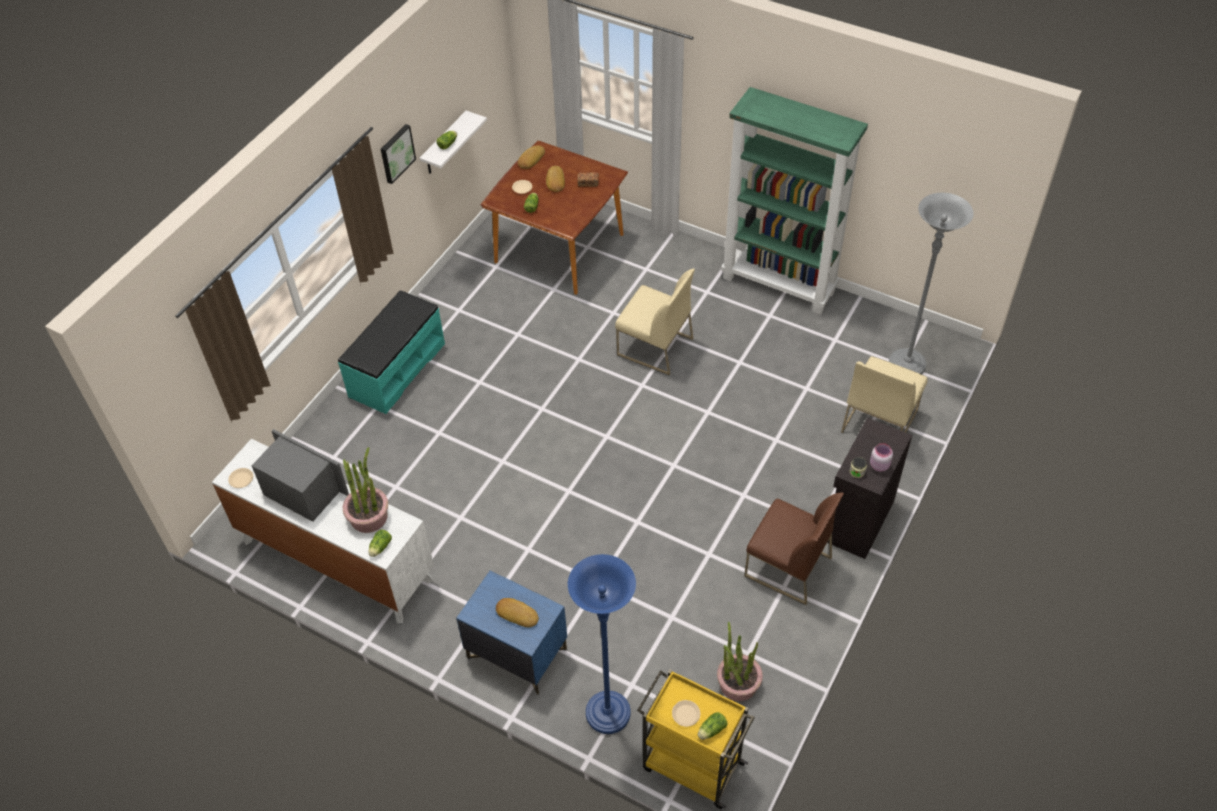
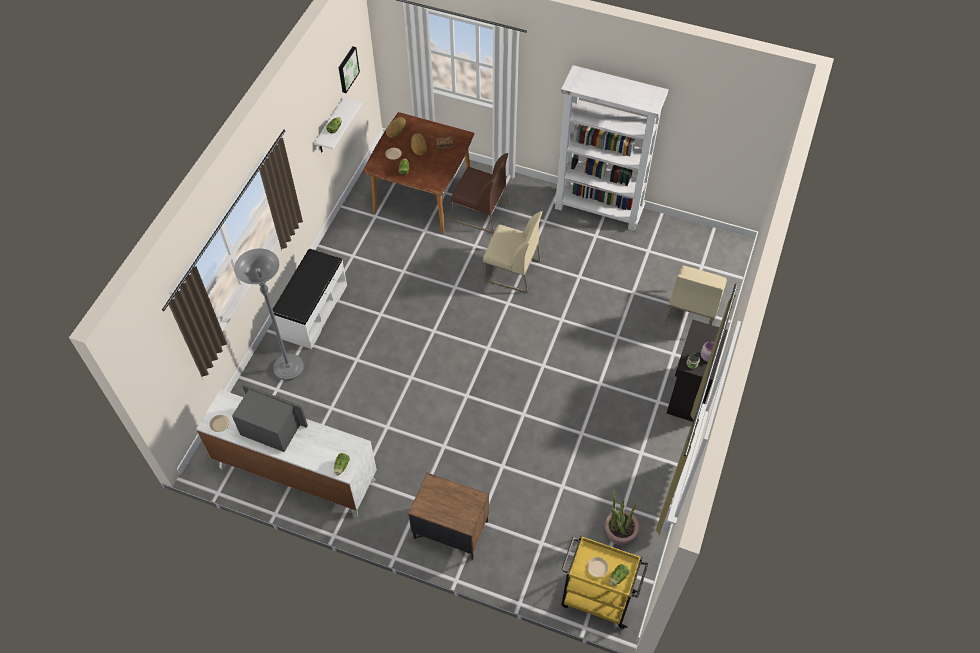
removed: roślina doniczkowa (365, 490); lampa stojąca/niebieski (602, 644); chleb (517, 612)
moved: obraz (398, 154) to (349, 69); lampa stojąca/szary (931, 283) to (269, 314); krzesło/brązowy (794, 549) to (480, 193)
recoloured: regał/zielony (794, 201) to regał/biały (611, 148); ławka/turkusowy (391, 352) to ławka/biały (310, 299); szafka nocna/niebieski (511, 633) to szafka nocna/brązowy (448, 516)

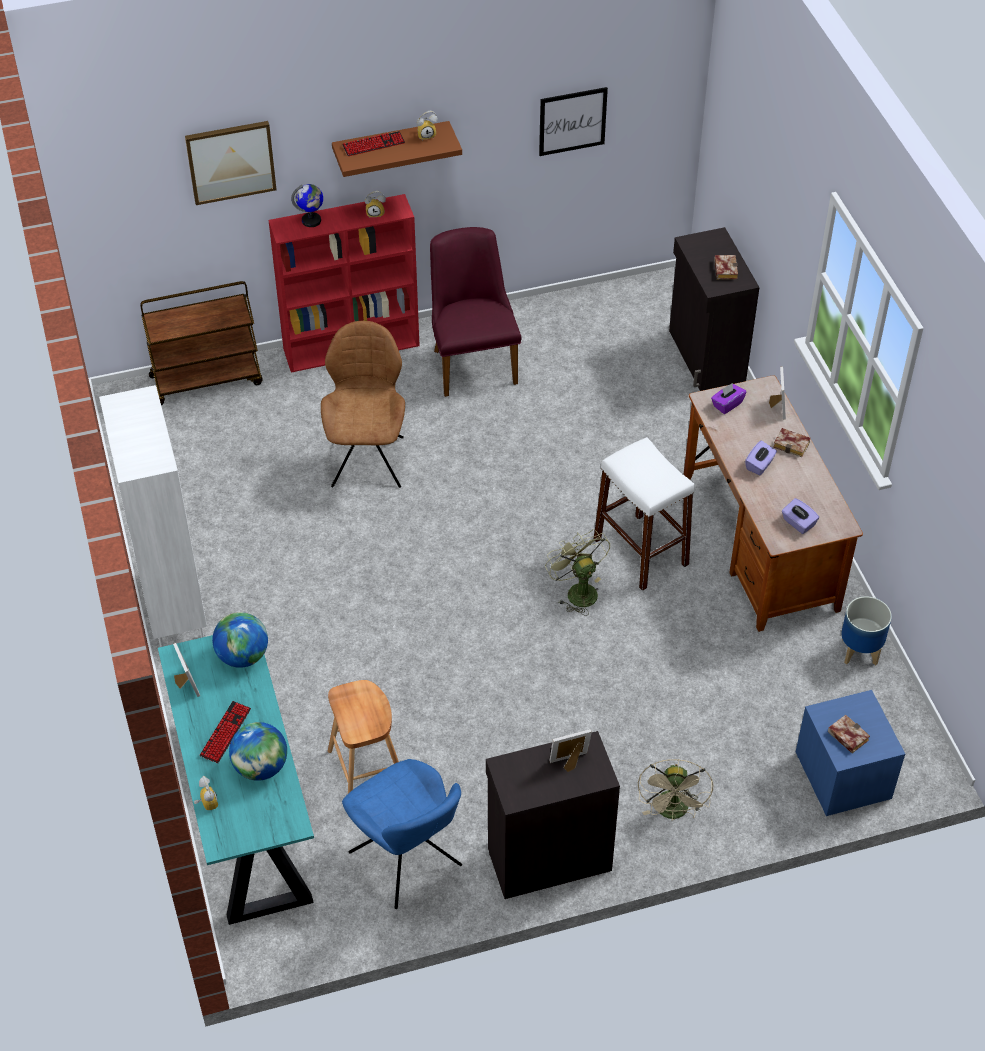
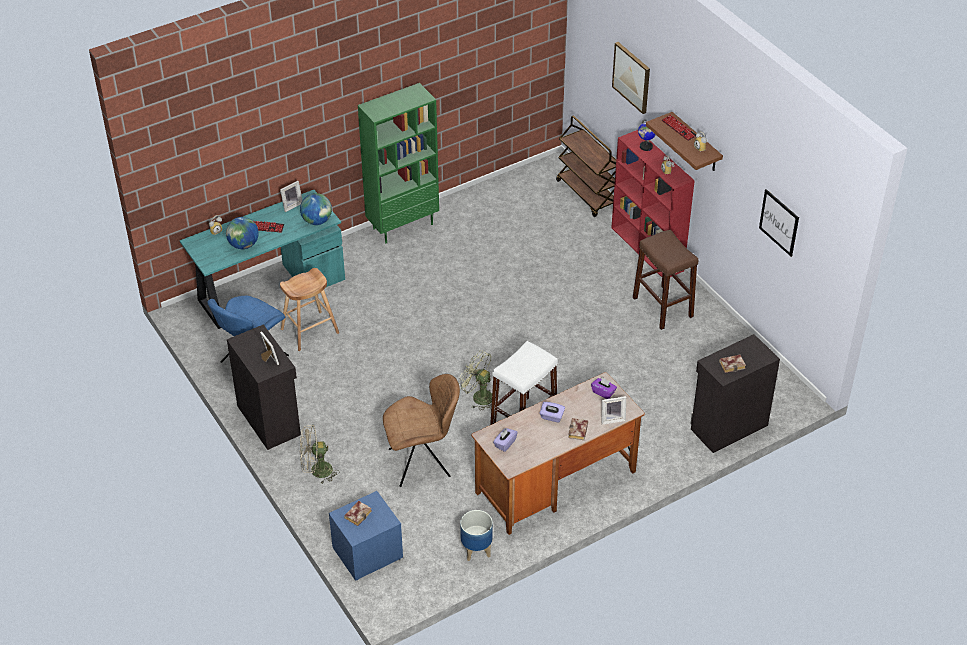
moved: krzesło/brązowy (363, 404) to (421, 430)
replaced: krzesło/fioletowy (476, 312) to stołek/brązowy (665, 279)
recoloured: regał/biały (153, 516) to regał/zielony (398, 163)
turned: wentylator/zielony (577, 572) = (475, 380) 105 degrees counterclockwise

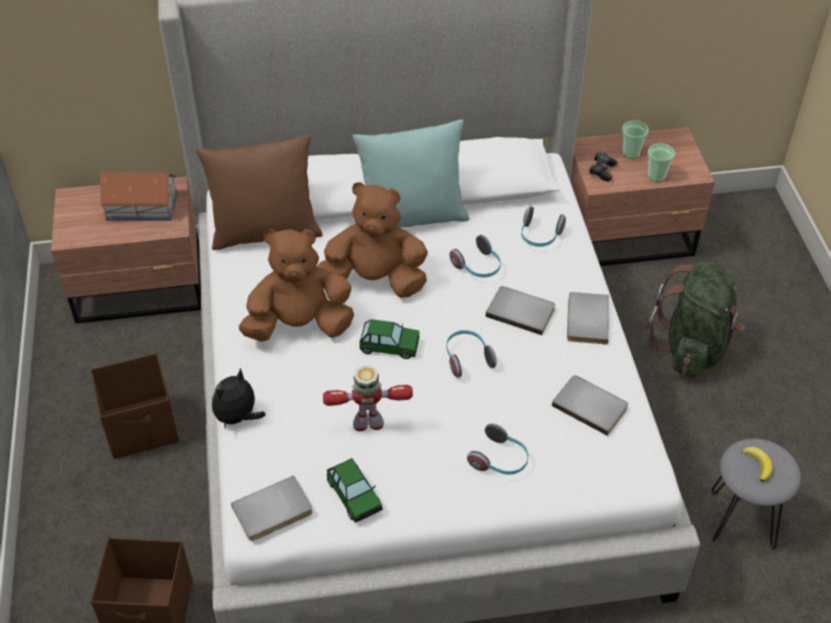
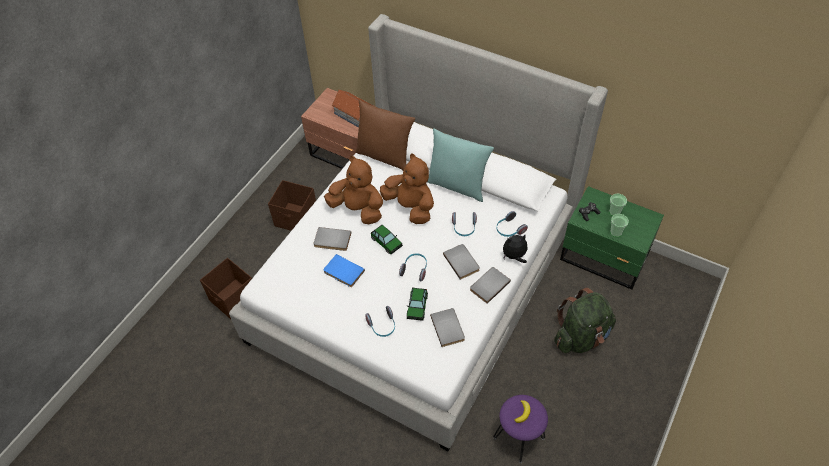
moved: pluszak (239, 398) to (515, 248); samochodzik (355, 490) to (417, 304); książka/szary (271, 508) to (332, 239)
replaced: robot zabawkowy (368, 398) to książka/niebieski (344, 270)
recoloured: szafka nocna/brązowy (642, 196) to szafka nocna/zielony (612, 238); stołek/szary (755, 495) to stołek/fioletowy (520, 429)

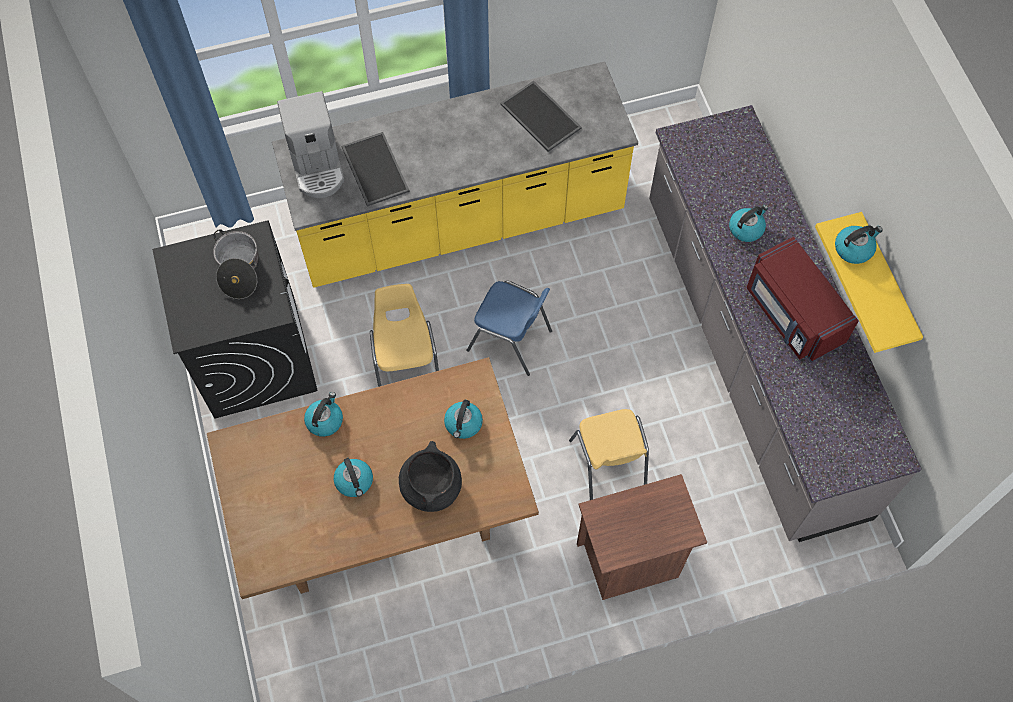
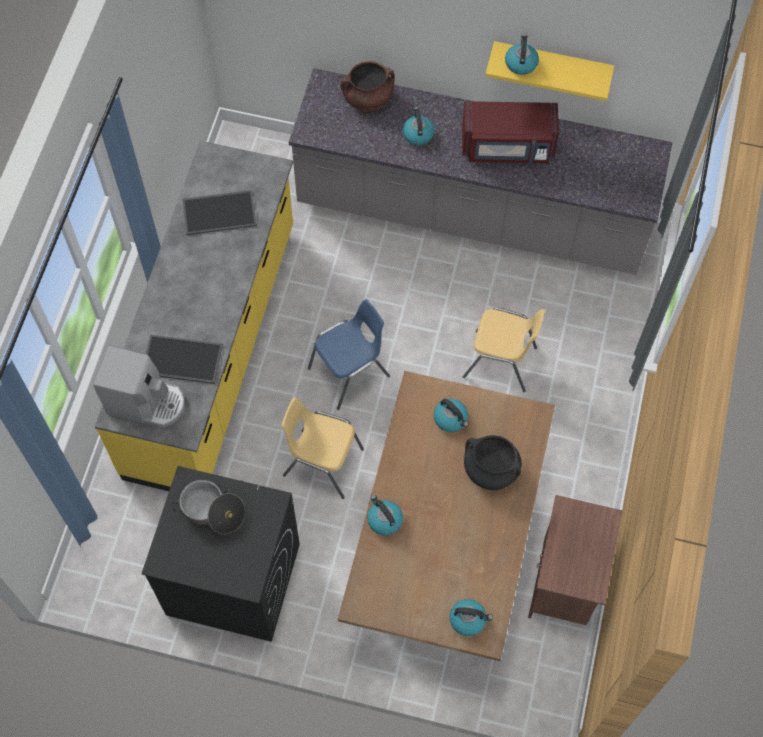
added: garnek/brązowy (367, 86)
moved: czajnik (353, 477) to (471, 617); szafka nocna/brązowy (642, 537) to (575, 560)

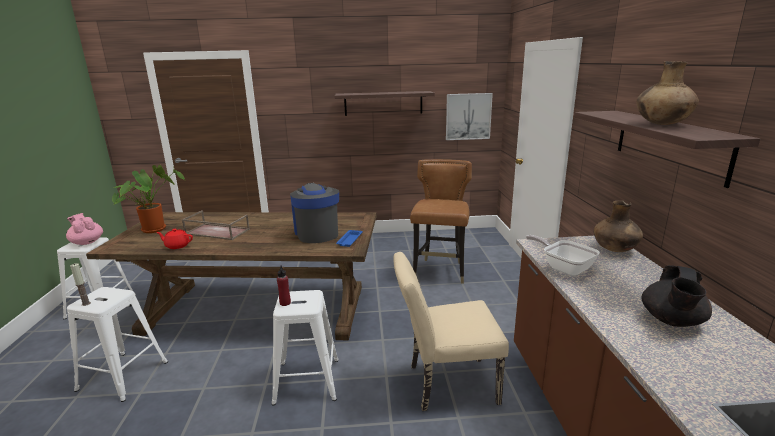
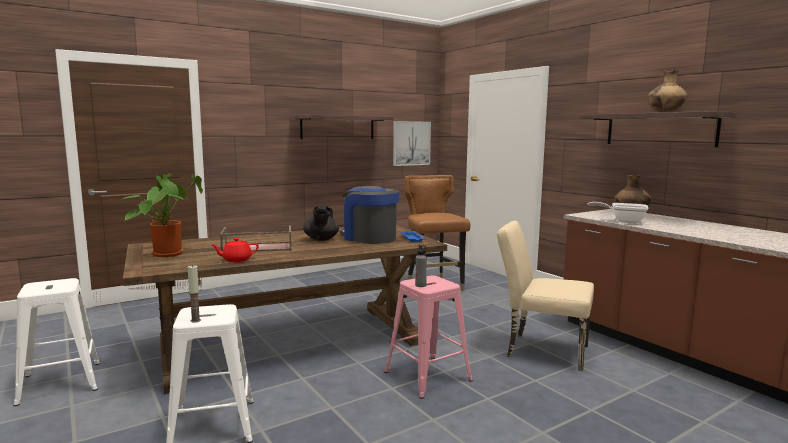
removed: imbryk/różowy (84, 229)
moved: imbryk/czarny (677, 296) to (321, 223)
recoloured: butelka/czerwony (284, 285) to butelka/szary (421, 265); stołek/biały (305, 348) to stołek/różowy (428, 337)
turned: krzesło/beżowy (451, 331) = (545, 296) 60 degrees clockwise

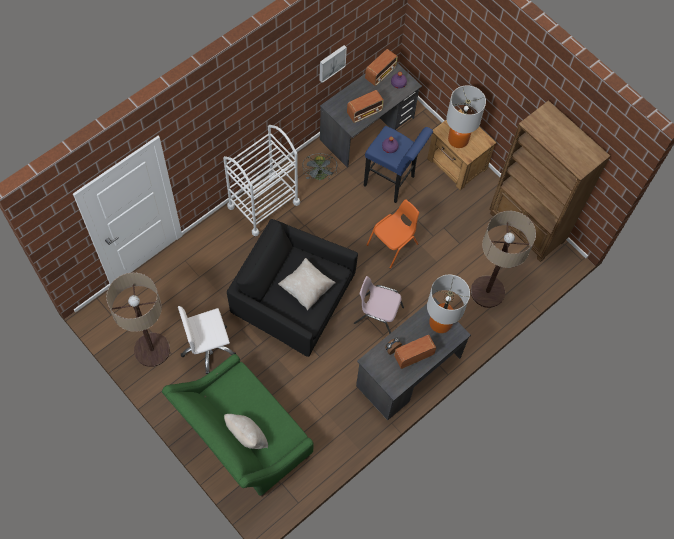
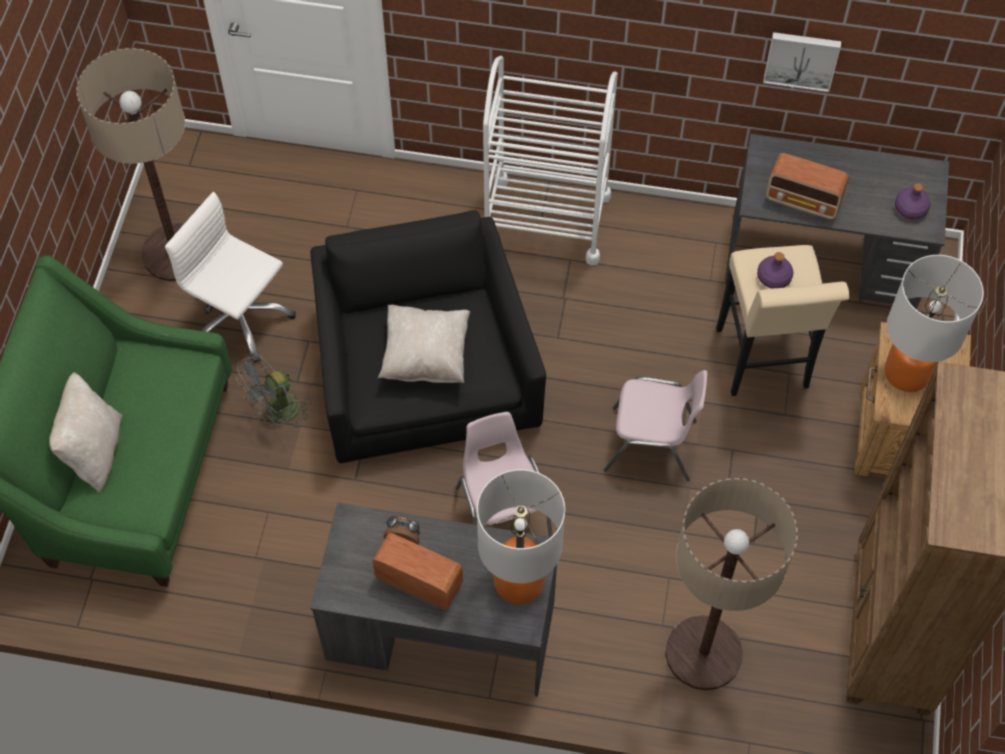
removed: radio (381, 67)
moved: wentylator/szary (319, 167) to (273, 391)
recoloured: stołek/niebieski (398, 164) to stołek/beżowy (782, 320); krzesło/pomarańczowy (393, 234) to krzesło/różowy (655, 426)

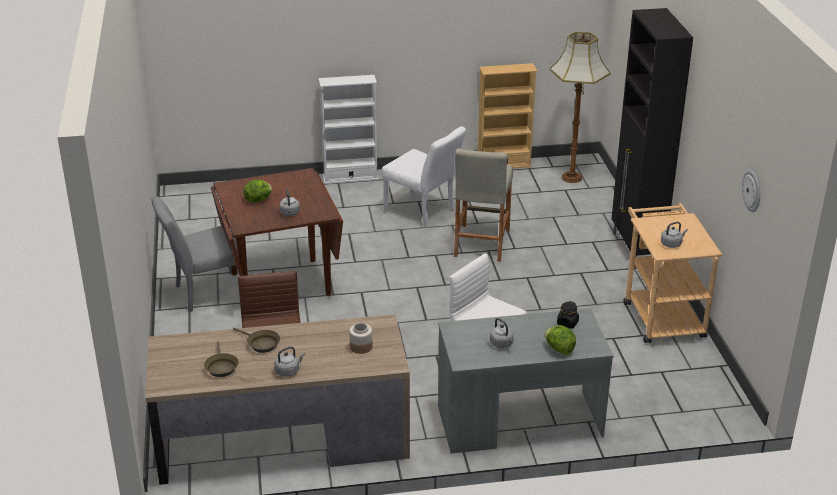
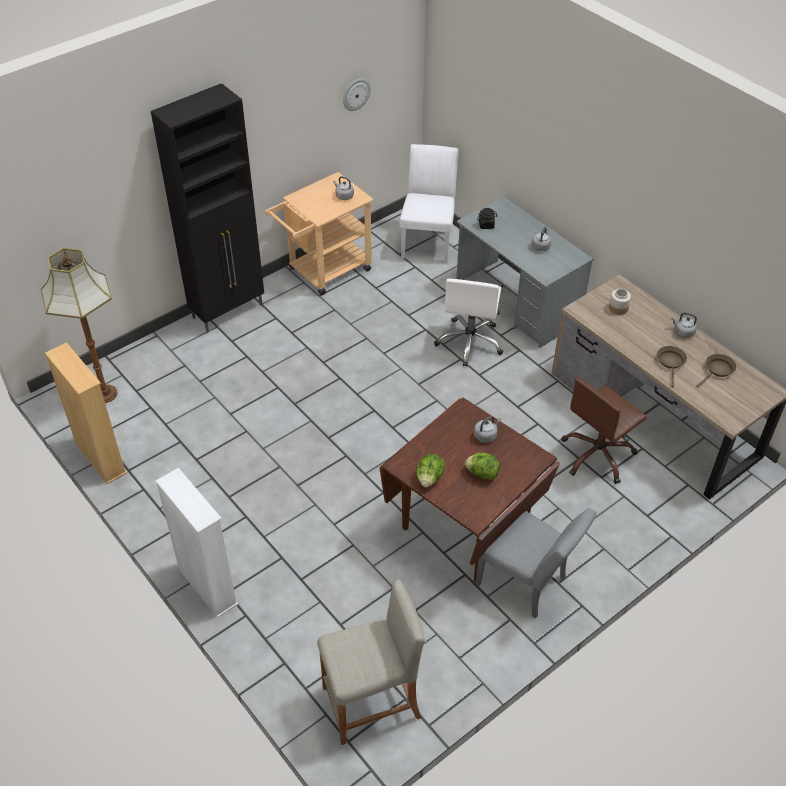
moved: krzesło/biały (424, 177) to (428, 203); stołek/beżowy (483, 205) to (371, 662); sałata (560, 340) to (430, 470)

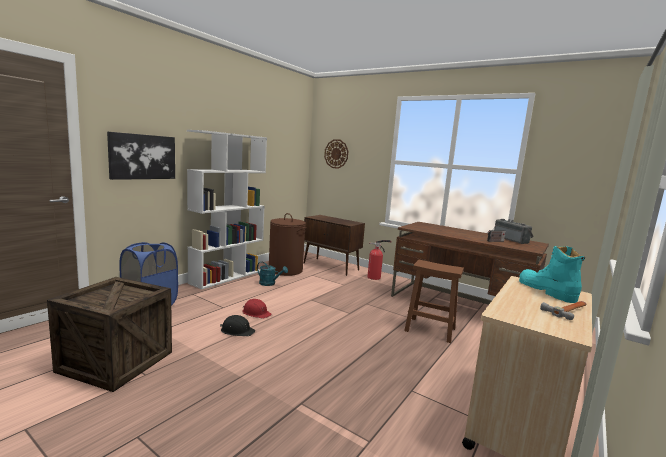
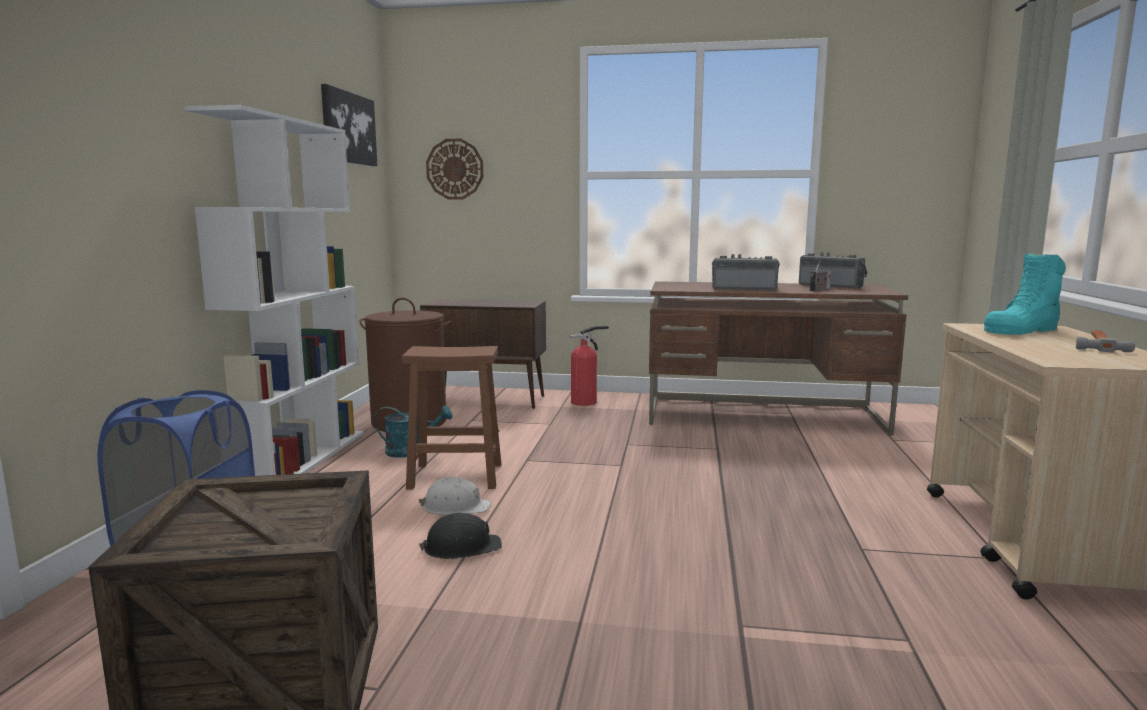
added: radio (746, 272)
moved: obraz (141, 156) to (349, 125); stołek/brązowy (434, 301) to (451, 417)
recoloured: kask/czerwony (257, 308) to kask/biały (454, 496)
turned: but z cholewką/turkusowy (552, 274) = (1025, 294) 75 degrees counterclockwise

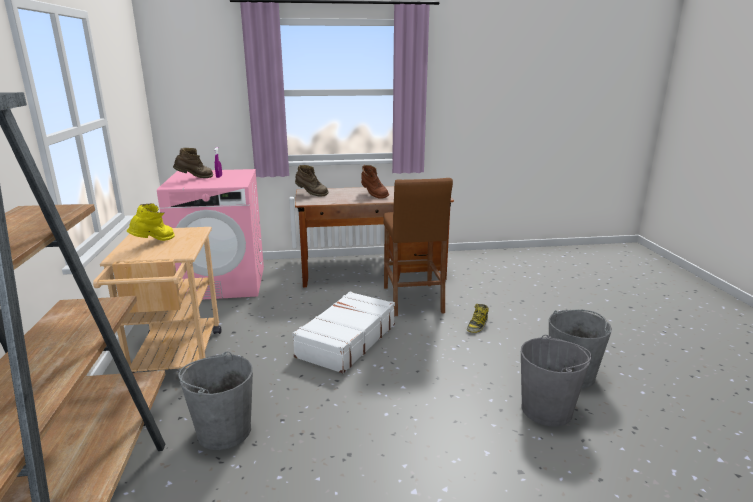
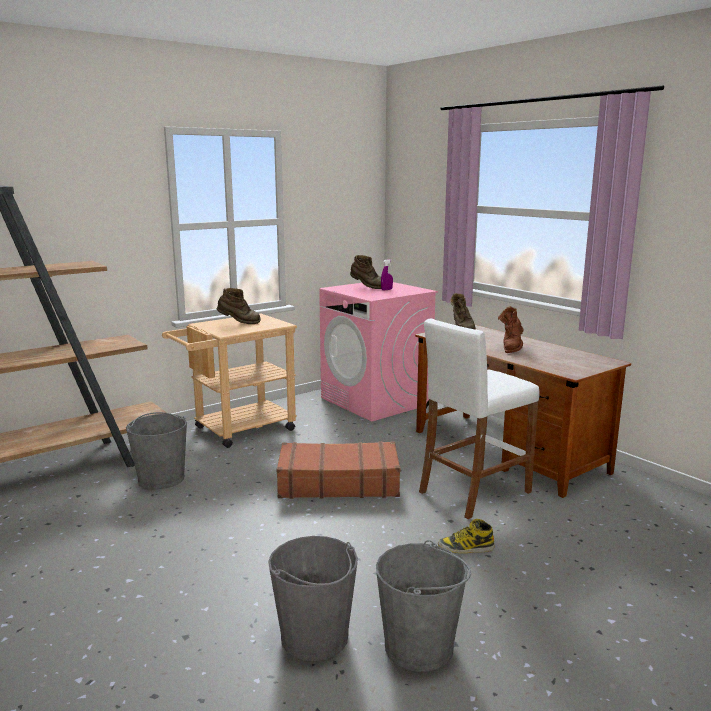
recoloured: stołek/brązowy (418, 247) to stołek/biały (479, 418); but z cholewką/żółty (150, 222) to but z cholewką/brązowy (239, 306); walizka/biały (343, 332) to walizka/brązowy (339, 470)

